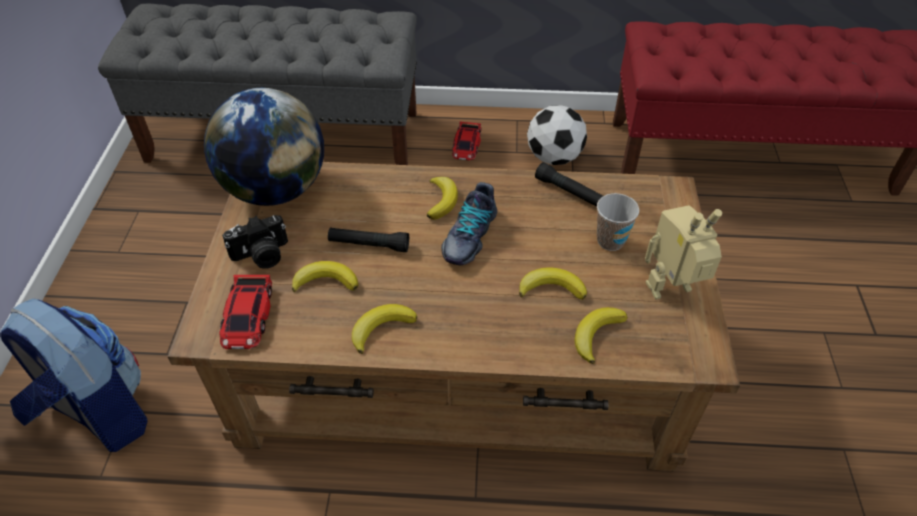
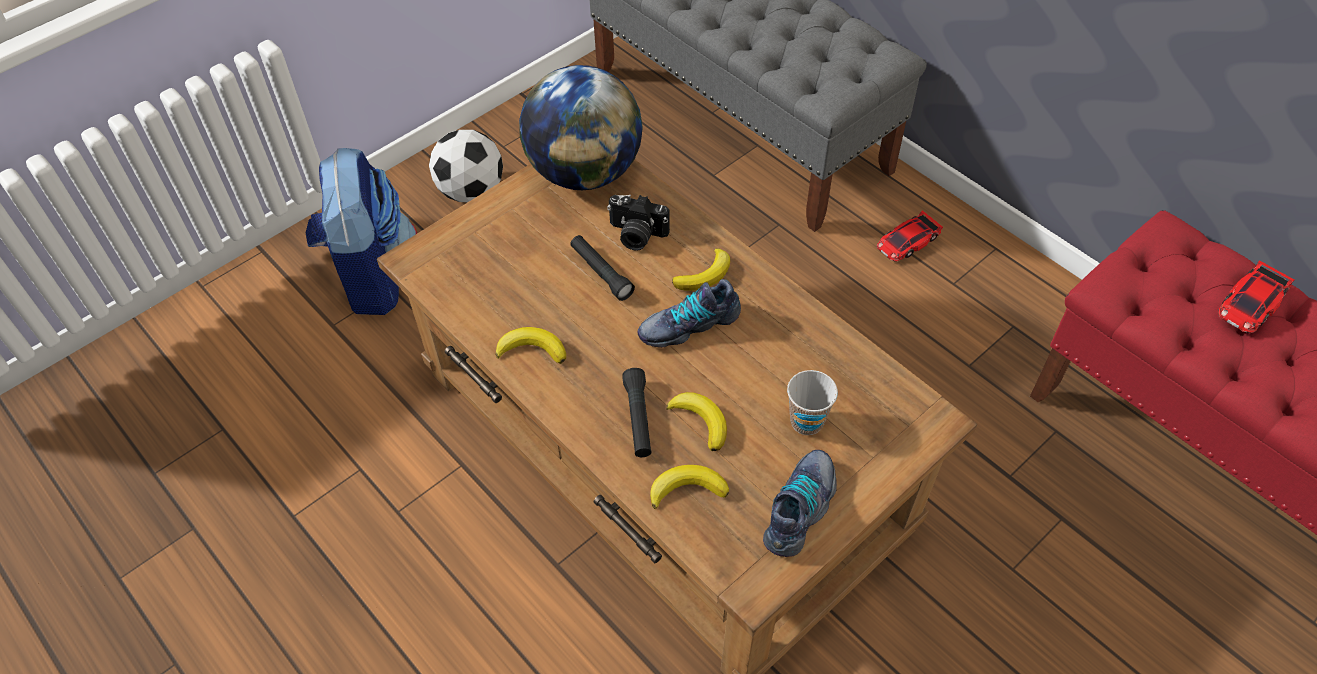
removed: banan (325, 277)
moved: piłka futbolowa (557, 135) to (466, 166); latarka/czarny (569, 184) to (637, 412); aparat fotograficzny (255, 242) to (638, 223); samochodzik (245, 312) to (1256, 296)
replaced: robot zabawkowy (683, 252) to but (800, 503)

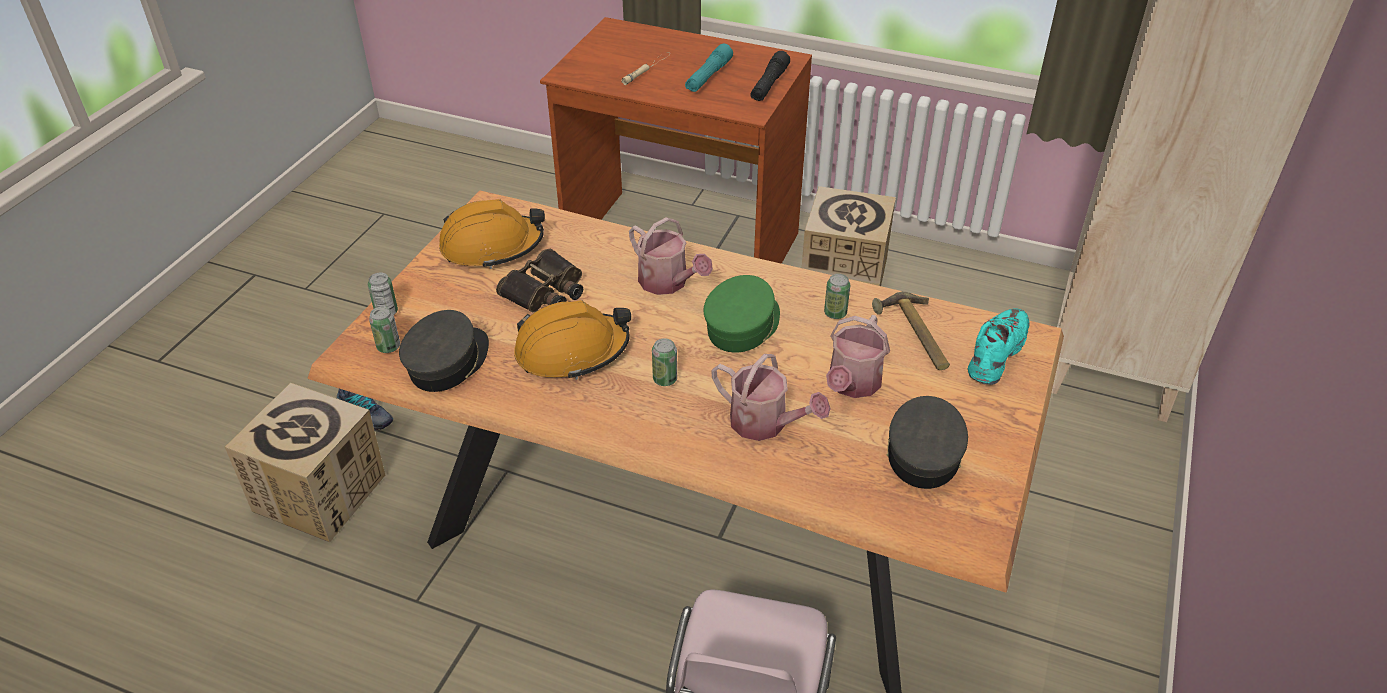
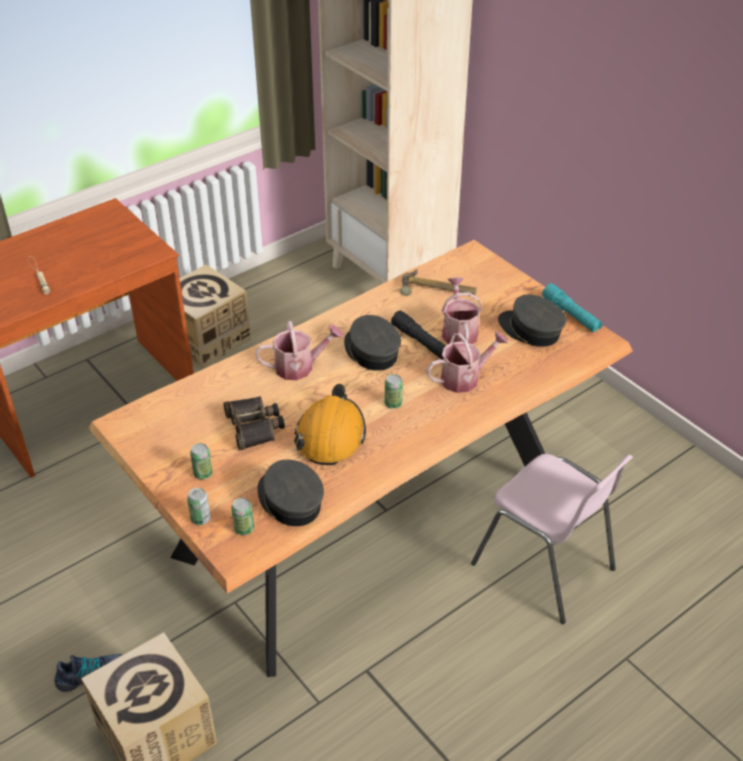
removed: kask/pomarańczowy (492, 234); but/turkusowy (999, 346)
moved: latarka/turkusowy (709, 68) to (572, 308); latarka/czarny (770, 76) to (418, 335); puszka (837, 296) to (201, 461)
recoloured: czapka z daszkiem/zielony (741, 313) to czapka z daszkiem/szary (372, 343)
turned: konewka (858, 356) = (461, 311) 150 degrees counterclockwise

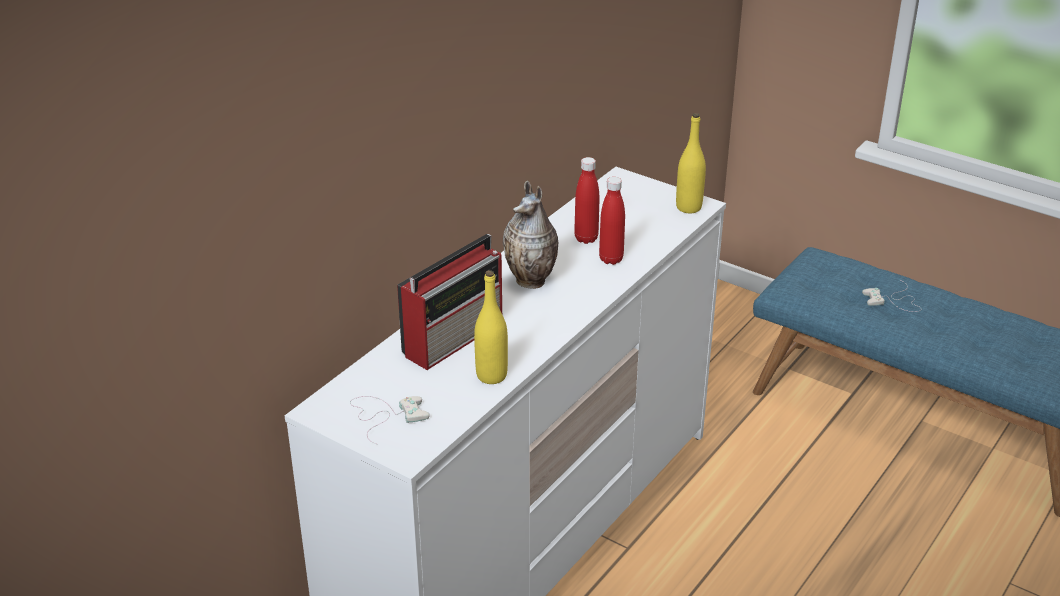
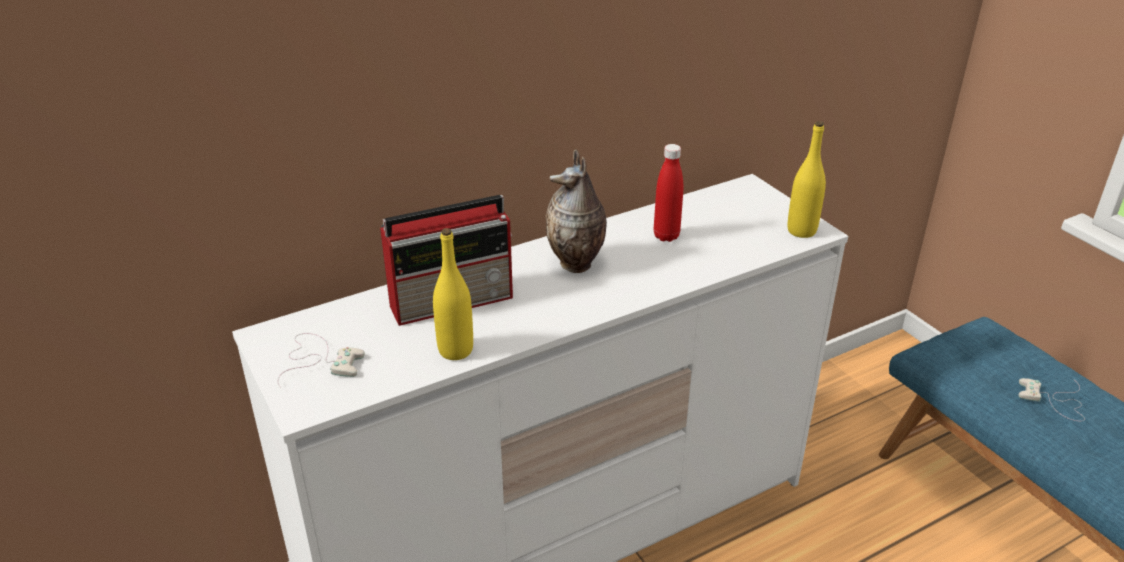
removed: butelka/czerwony (612, 221)

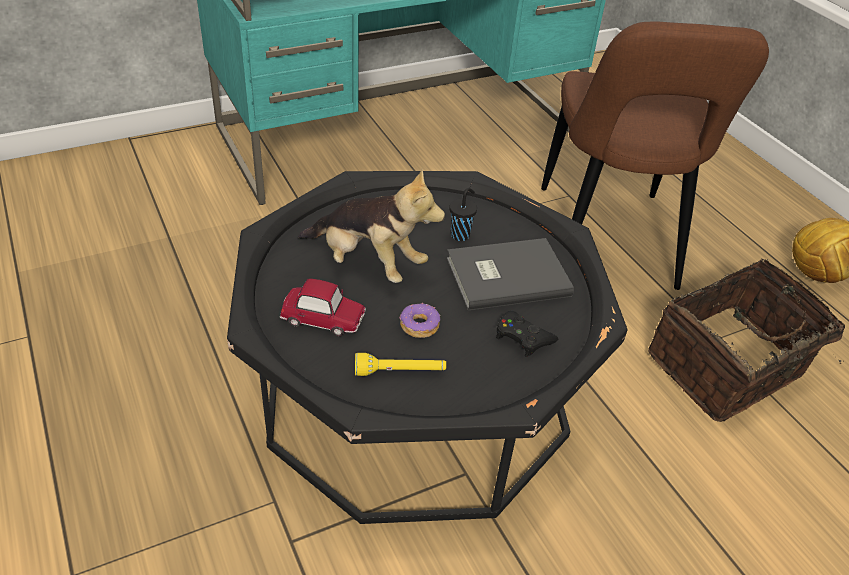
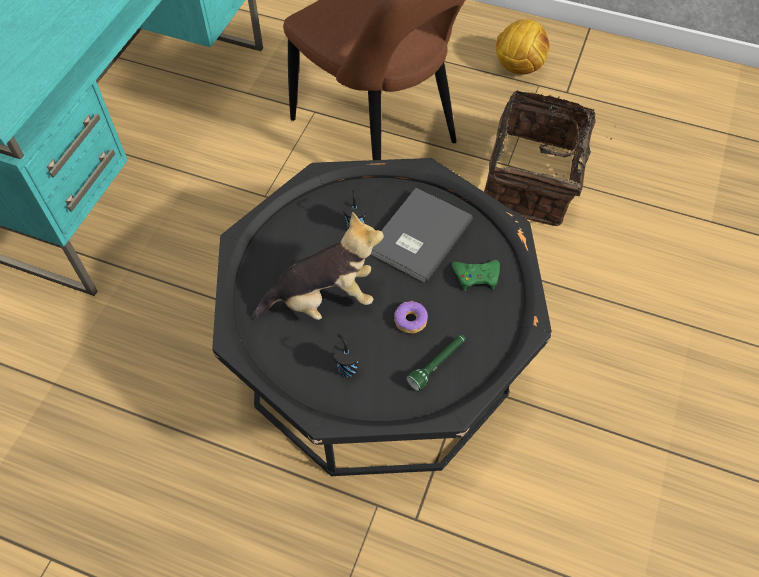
replaced: samochodzik (323, 307) to filiżanka/czarny (346, 355)
recoloured: pad do gier/czarny (527, 334) to pad do gier/zielony (476, 275); latarka/żółty (400, 364) to latarka/zielony (435, 363)

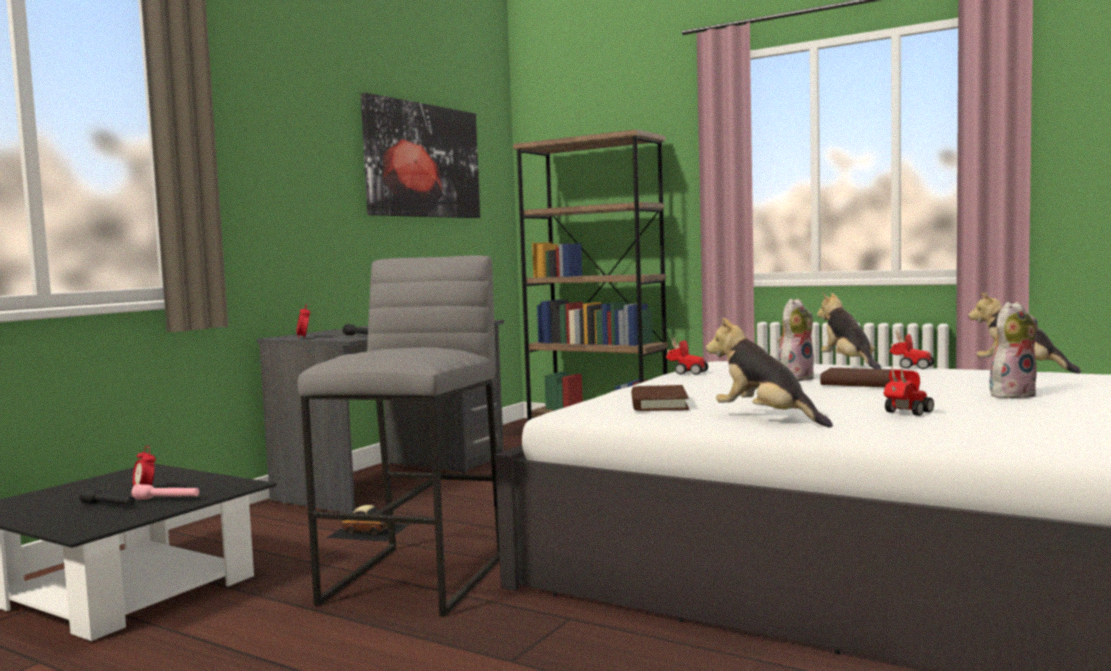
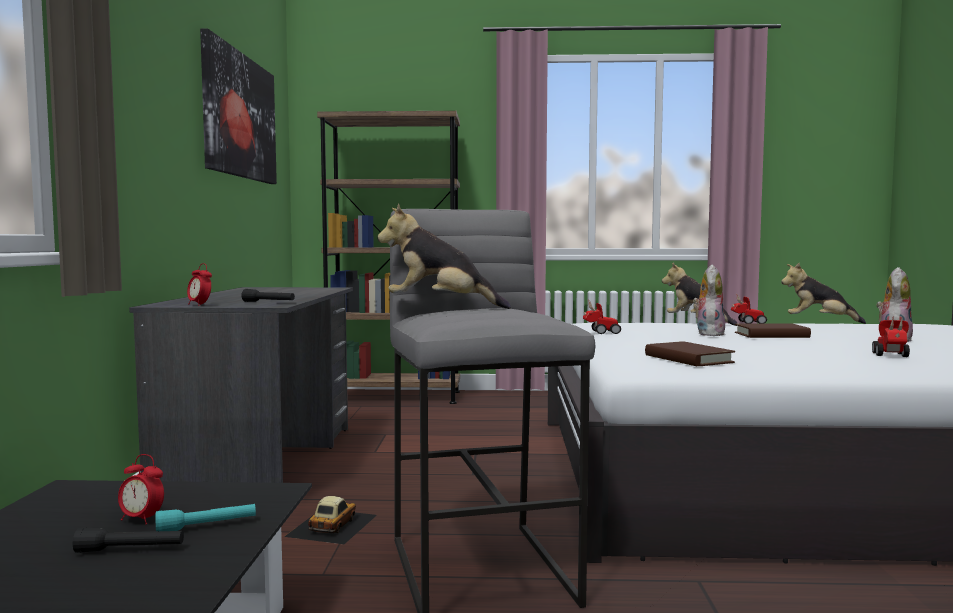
moved: pluszak (769, 372) to (444, 256)
recoloured: latarka/różowy (165, 492) to latarka/turkusowy (206, 517)
turned: samochodzik (368, 523) = (330, 520) 60 degrees counterclockwise

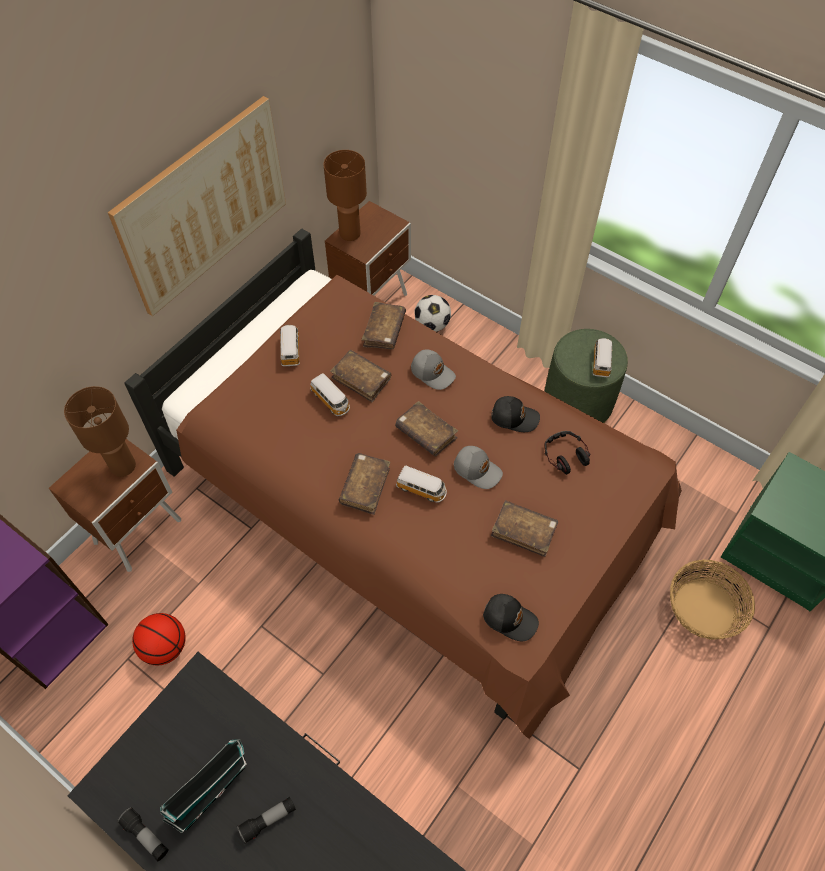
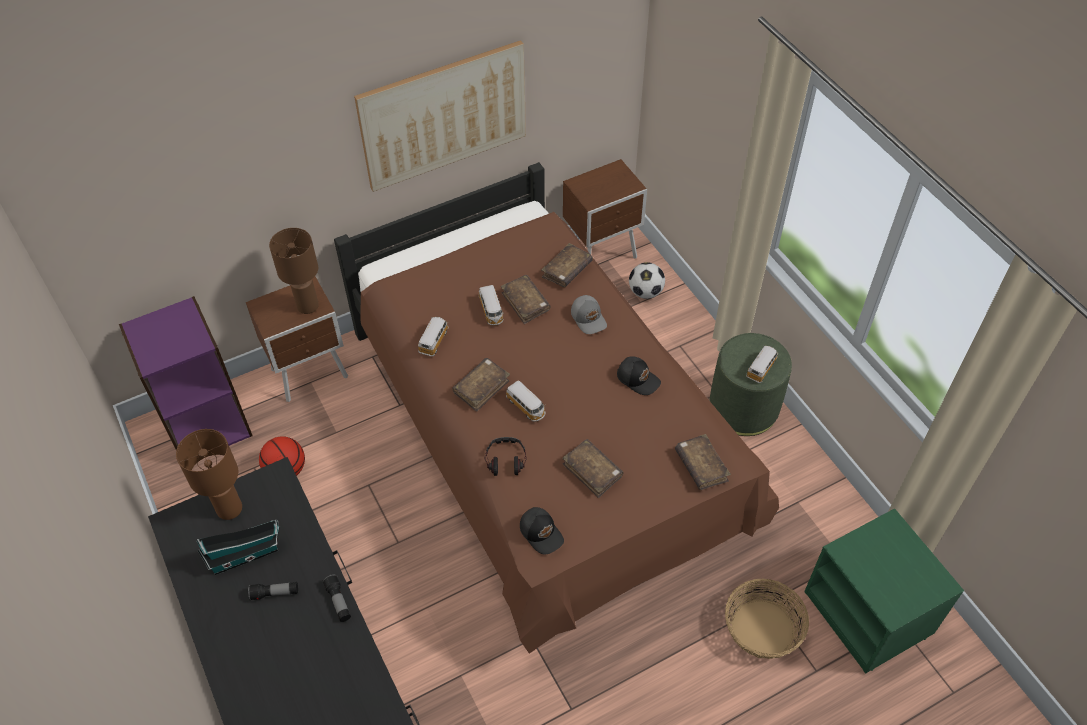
removed: czapka z daszkiem/szary (478, 467)
moved: lampa stołowa/brązowy (345, 195) to (209, 474); samochodzik (289, 345) to (433, 336); książka/brązowy (426, 428) to (703, 462); słuchawki (568, 453) to (506, 456); latarka (143, 834) to (336, 598)

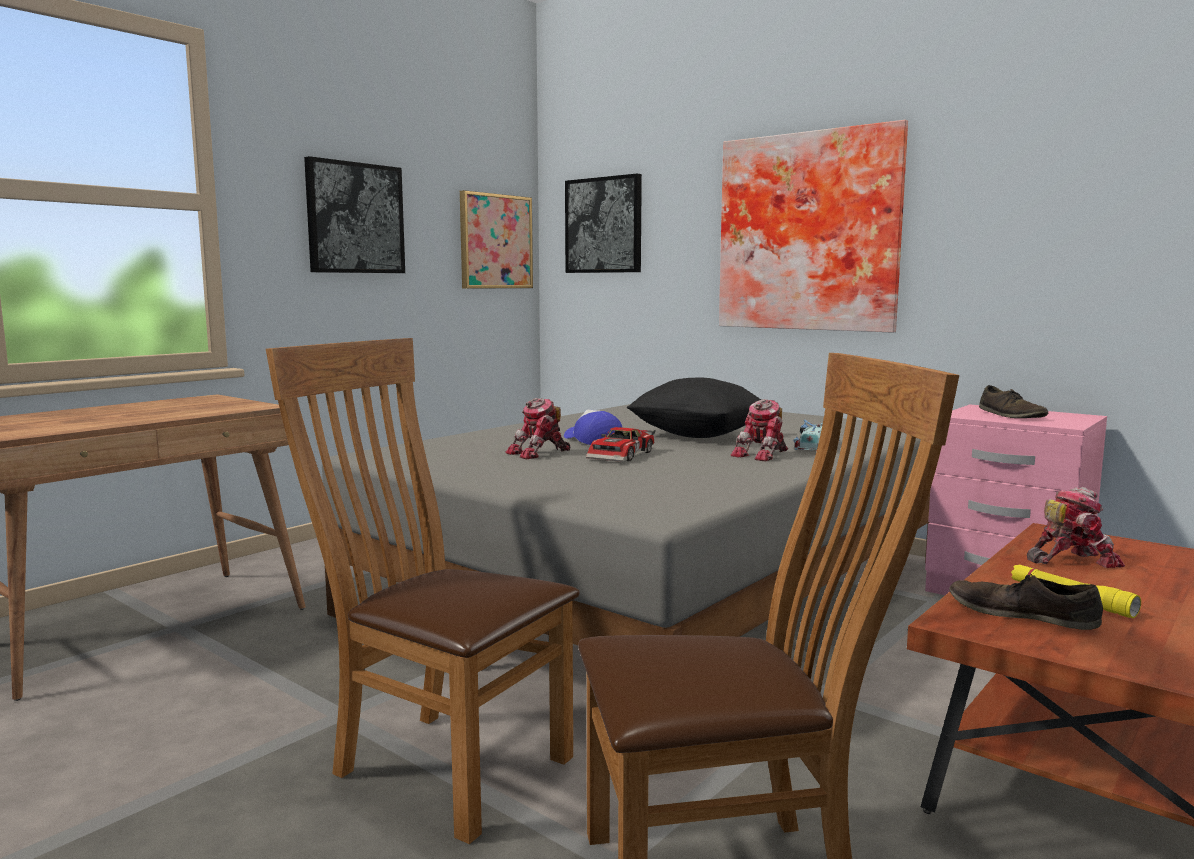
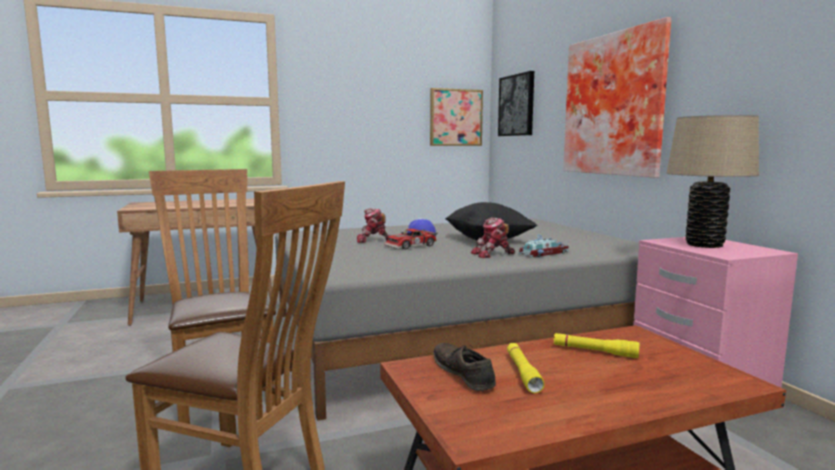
removed: obraz (354, 214)
replaced: but/brązowy (1013, 401) to lampa stołowa/beżowy (713, 181); robot zabawkowy (1076, 527) to latarka/żółty (596, 345)

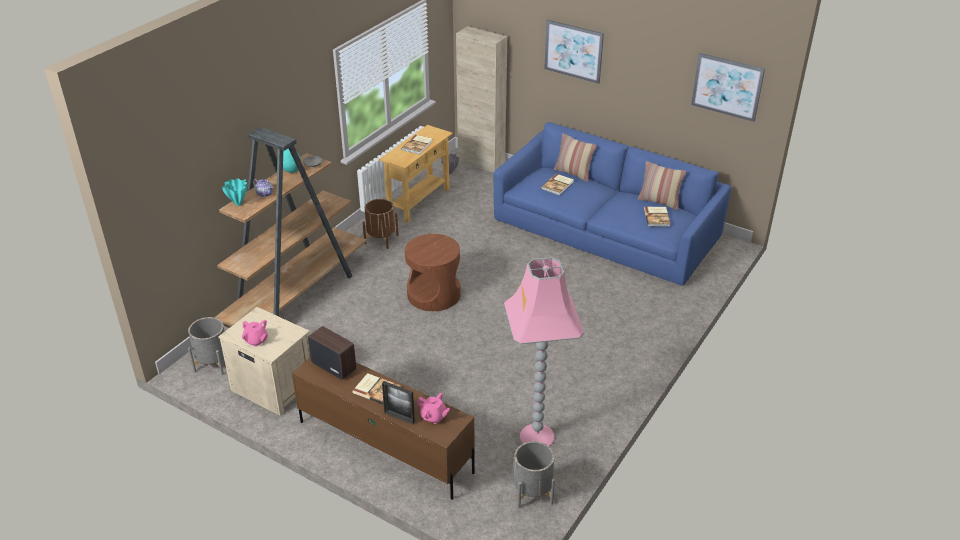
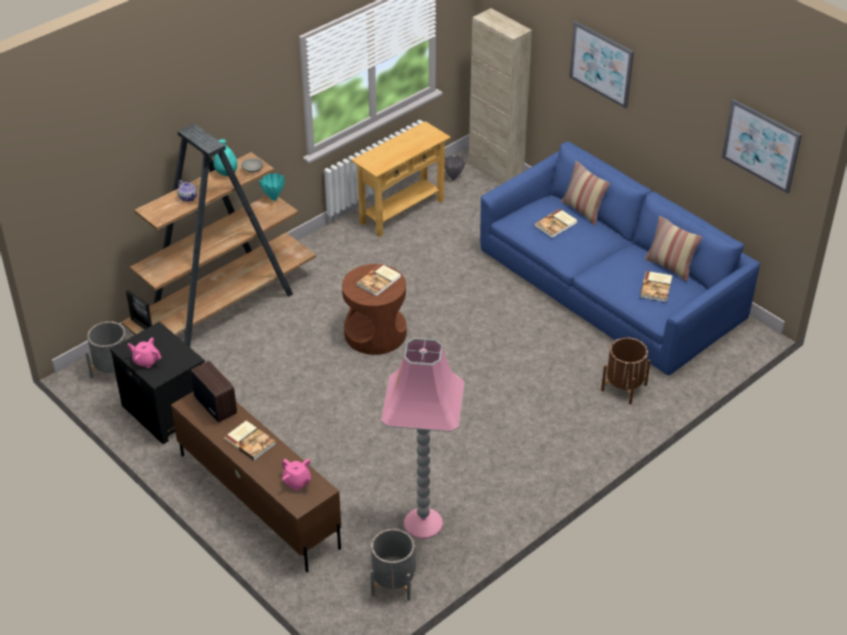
moved: książka (417, 144) to (378, 280); wazon/turkusowy (234, 192) to (272, 187); donica/brązowy (380, 224) to (626, 370); ramka na zdjęcie (398, 402) to (139, 310)
recoloured: szafka nocna/beżowy (264, 361) to szafka nocna/czarny (157, 383)
turned: imbryk/różowy (255, 333) = (144, 352) 150 degrees clockwise

